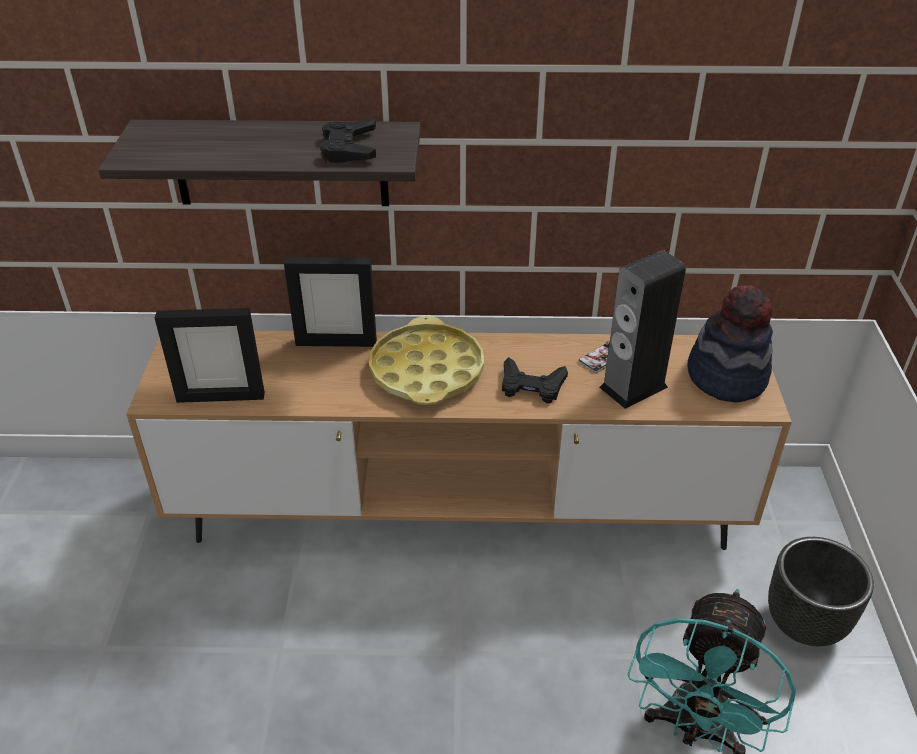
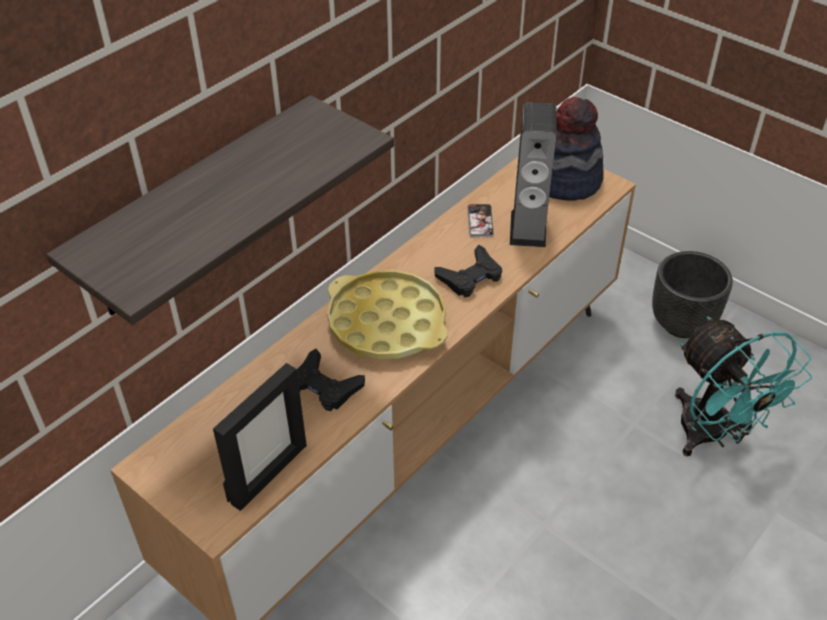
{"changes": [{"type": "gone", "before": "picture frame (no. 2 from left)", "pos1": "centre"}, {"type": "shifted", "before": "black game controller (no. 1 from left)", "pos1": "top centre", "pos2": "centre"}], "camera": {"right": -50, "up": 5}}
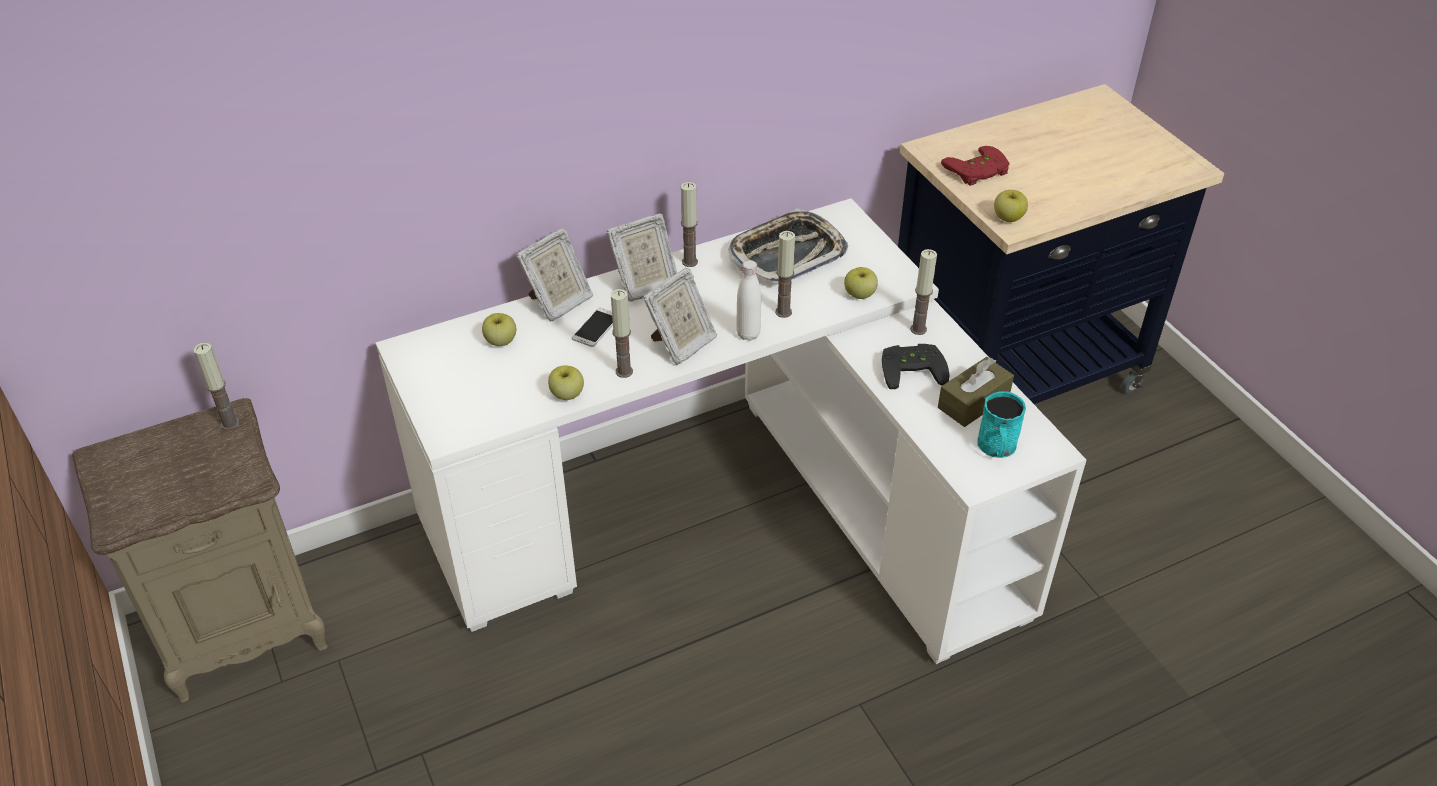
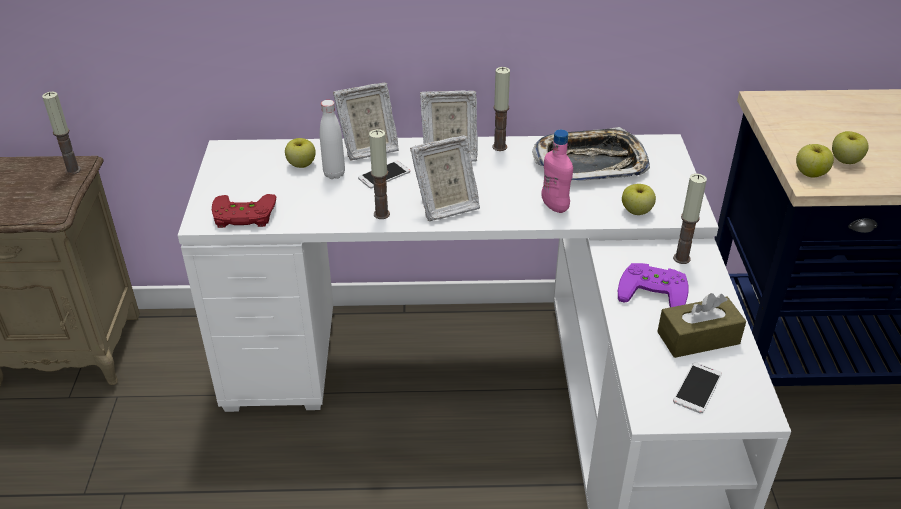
{"changes": [{"type": "shifted", "before": "apple (no. 2 from left in the first image)", "after": "apple (no. 4 from left)", "pos1": "centre", "pos2": "top right"}, {"type": "shifted", "before": "white bottle", "pos1": "centre", "pos2": "top centre"}, {"type": "shifted", "before": "red game controller", "pos1": "top right", "pos2": "middle left"}, {"type": "swapped", "before": "candle (no. 4 from left)", "after": "pink bottle", "pos1": "centre", "pos2": "centre"}, {"type": "swapped", "before": "turquoise mug", "after": "phone (no. 2 from left)", "pos1": "middle right", "pos2": "bottom right"}, {"type": "repainted", "before": "black game controller", "after": "purple game controller", "pos1": "centre", "pos2": "middle right"}], "camera": {"right": 25, "up": -5}}
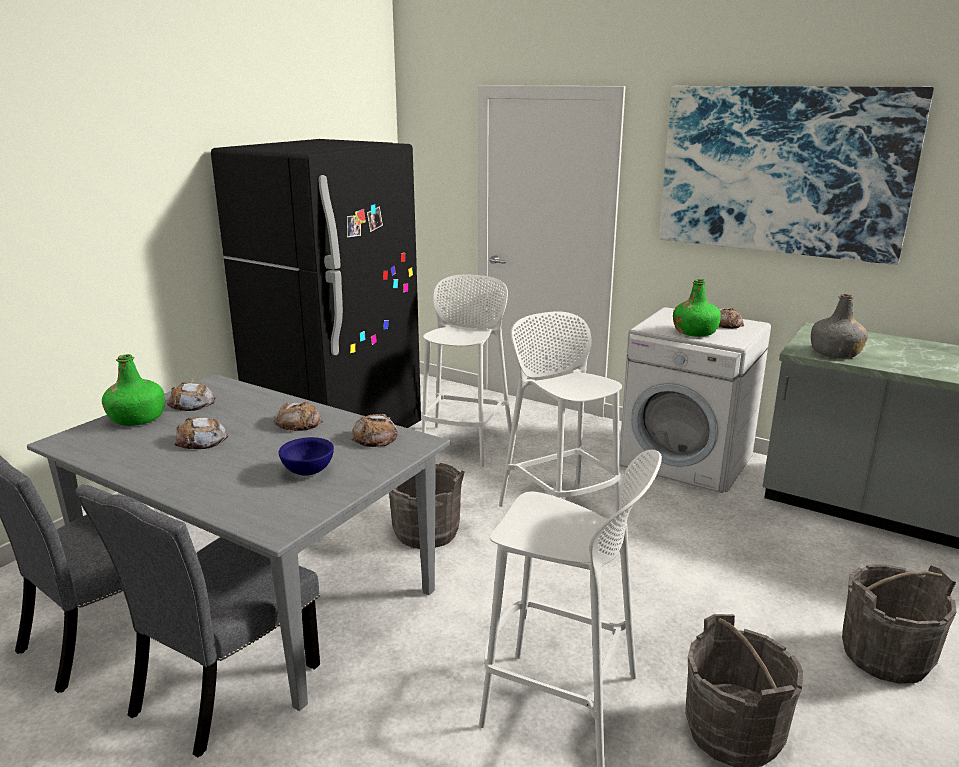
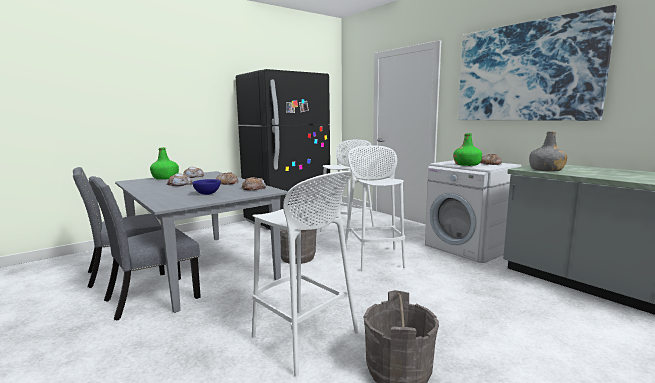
{"changes": [{"type": "gone", "before": "grey bucket (no. 3 from left)", "pos1": "bottom right"}], "camera": {"right": 20, "up": -10}}
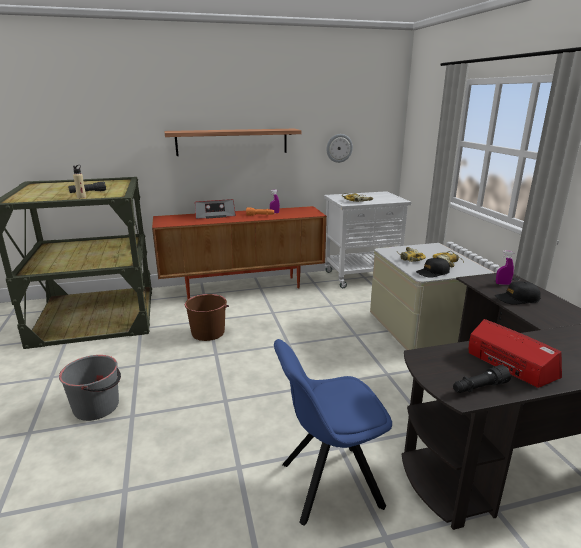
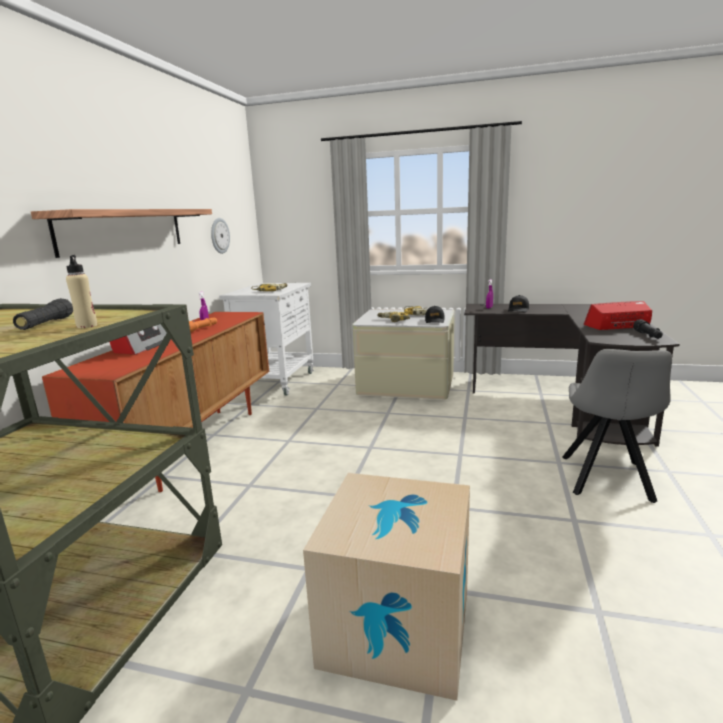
{"changes": [{"type": "gone", "before": "brown bucket", "pos1": "centre"}, {"type": "swapped", "before": "grey bucket", "after": "cardboard box", "pos1": "bottom left", "pos2": "bottom centre"}, {"type": "repainted", "before": "blue chair", "after": "grey chair", "pos1": "bottom centre", "pos2": "middle right"}], "camera": {"right": -60, "up": -5}}
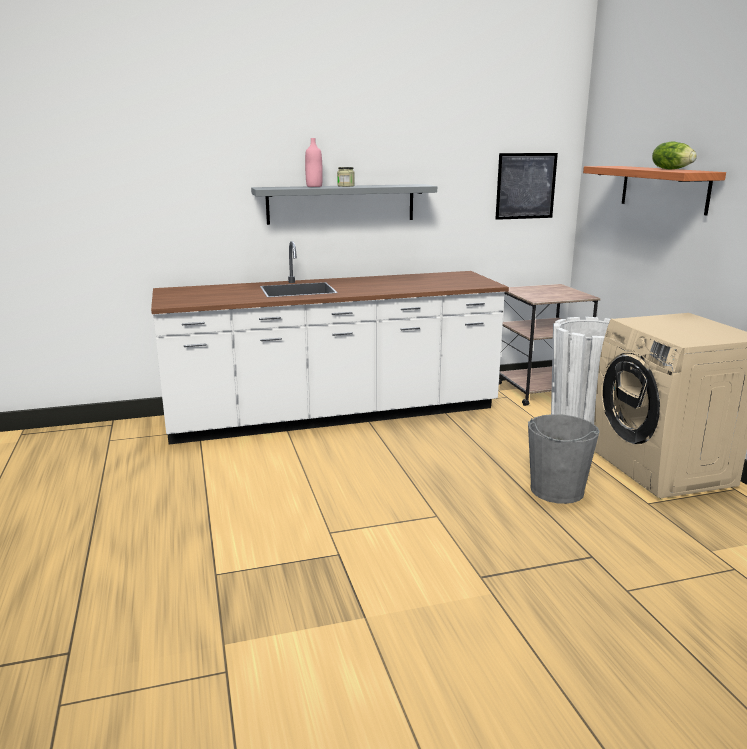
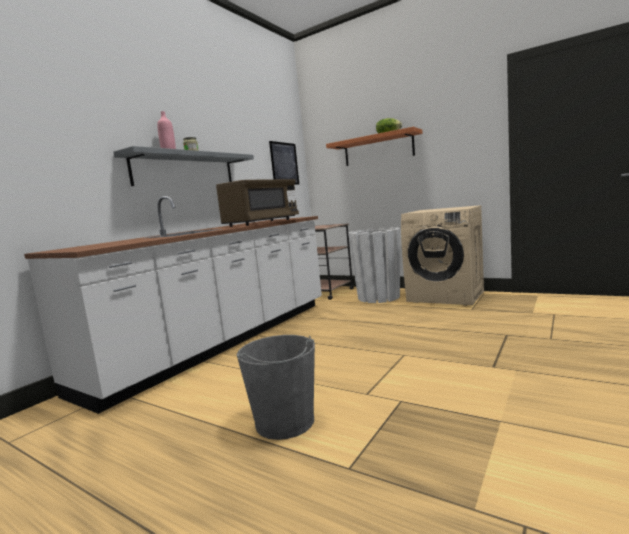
{"changes": [{"type": "new", "after": "brown microwave", "pos2": "centre"}, {"type": "shifted", "before": "grey bucket", "pos1": "middle right", "pos2": "bottom centre"}], "camera": {"right": -40, "up": -10}}
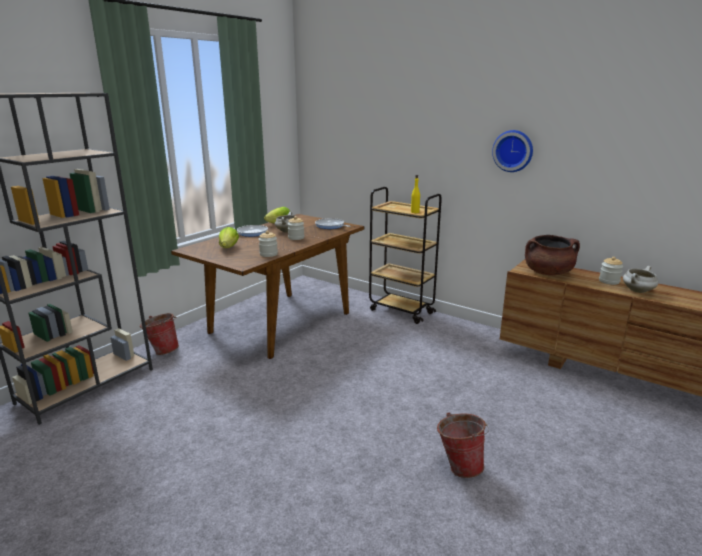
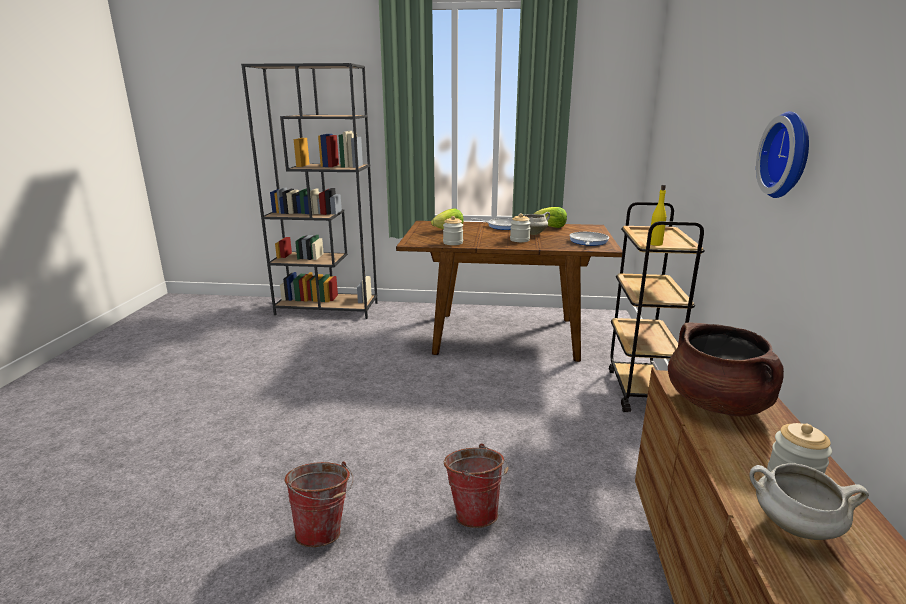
{"changes": [{"type": "shifted", "before": "bucket (no. 1 from left in the first image)", "after": "bucket (no. 2 from left)", "pos1": "middle left", "pos2": "bottom centre"}], "camera": {"right": 60, "up": 0}}
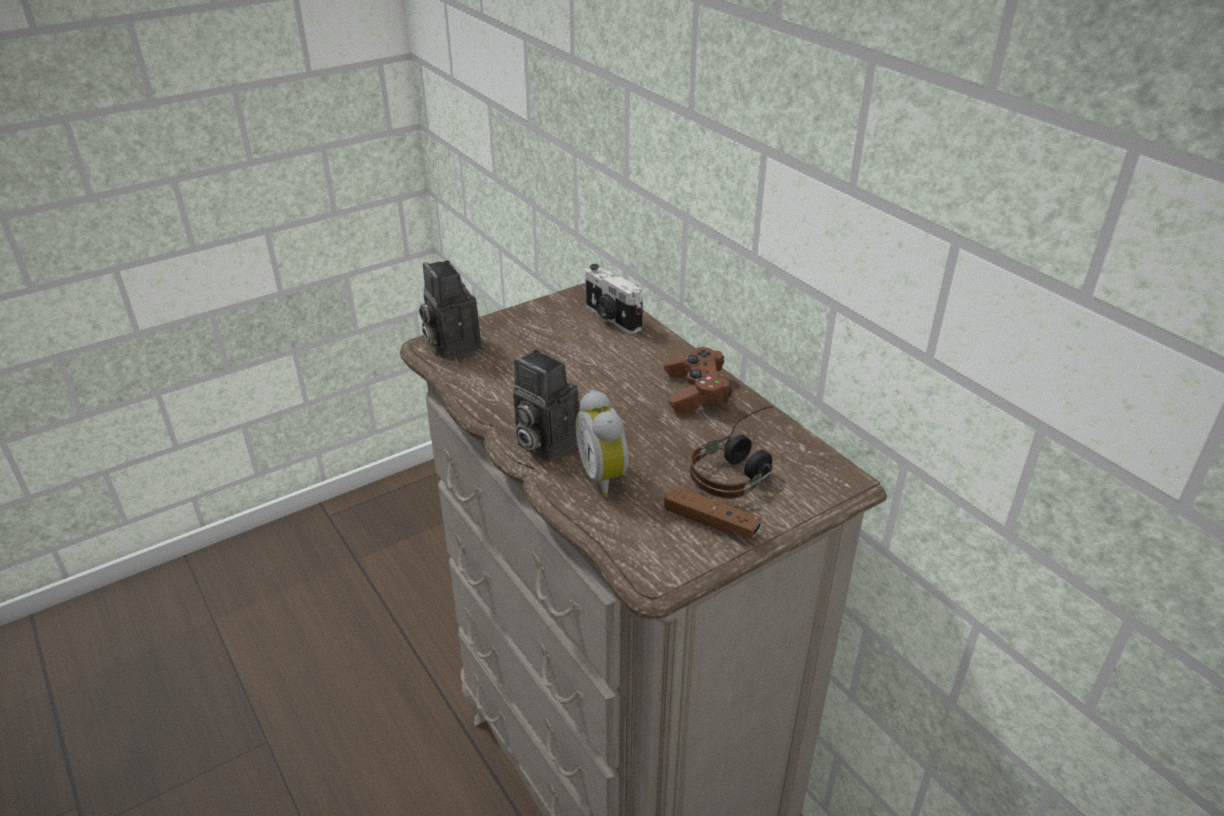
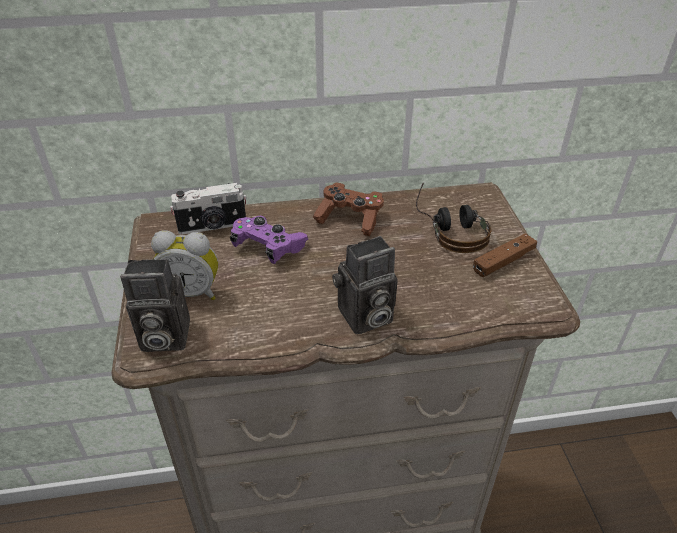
{"changes": [{"type": "new", "after": "purple game controller", "pos2": "centre"}, {"type": "shifted", "before": "alarm clock", "pos1": "centre", "pos2": "middle left"}], "camera": {"right": -65, "up": 5}}
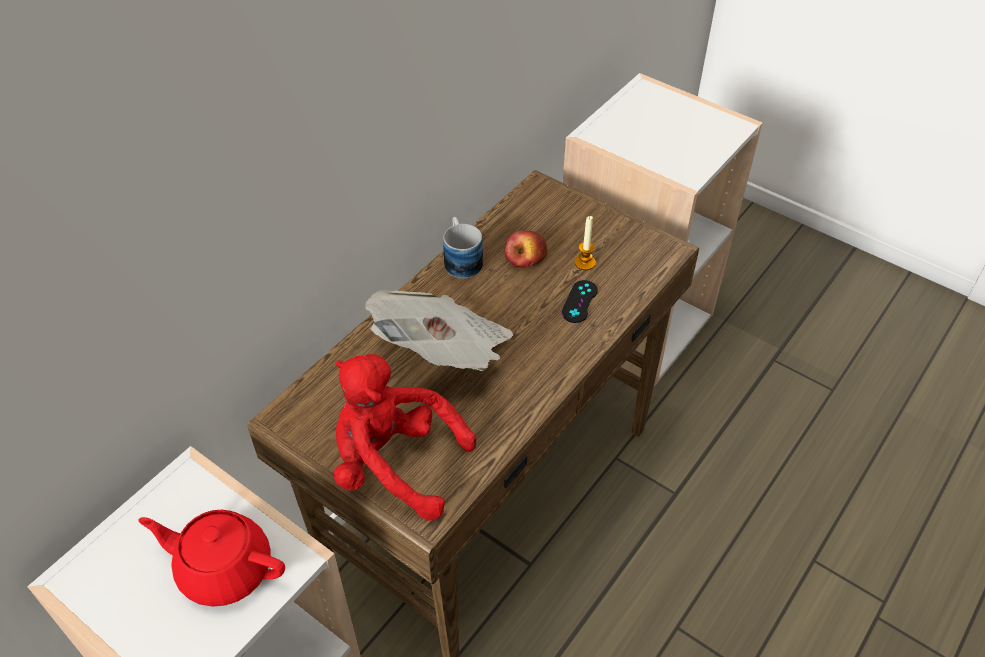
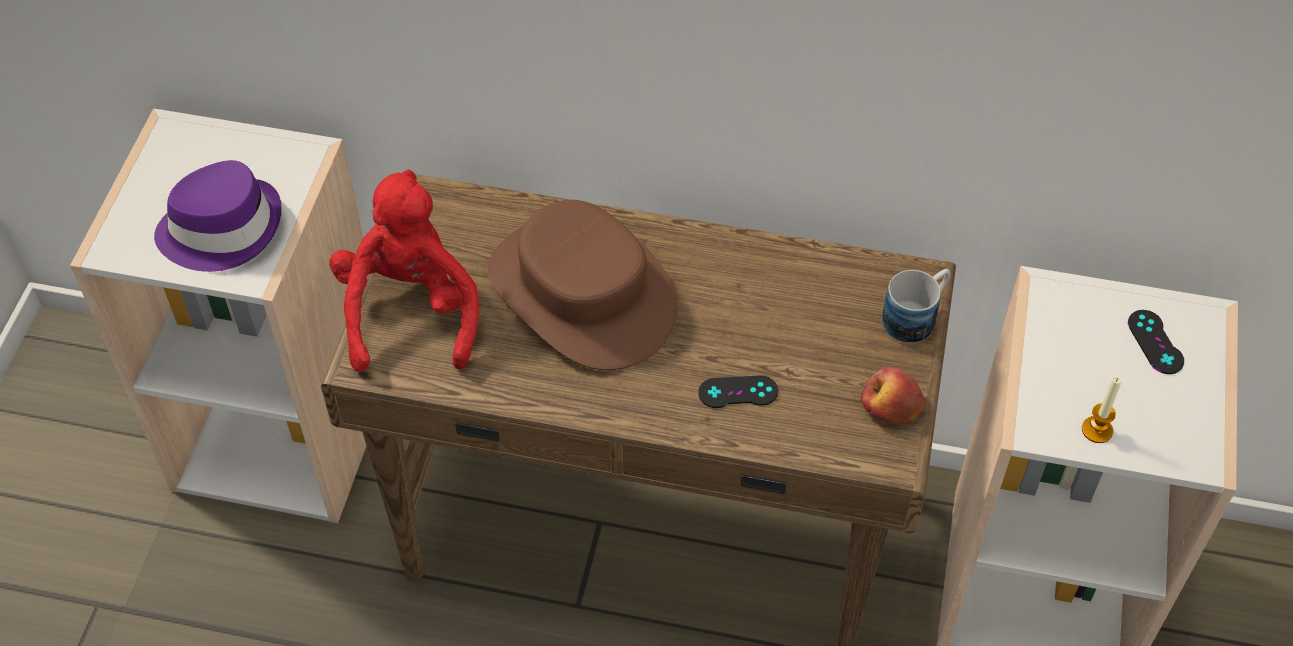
{"changes": [{"type": "new", "after": "black game controller (no. 2 from left)", "pos2": "middle right"}, {"type": "shifted", "before": "mug", "pos1": "centre", "pos2": "middle right"}, {"type": "shifted", "before": "apple", "pos1": "centre", "pos2": "middle right"}, {"type": "shifted", "before": "candle", "pos1": "centre", "pos2": "middle right"}, {"type": "swapped", "before": "red teapot", "after": "purple hat", "pos1": "bottom left", "pos2": "middle left"}, {"type": "swapped", "before": "newspaper", "after": "brown hat", "pos1": "centre", "pos2": "centre"}], "camera": {"right": 65, "up": 5}}
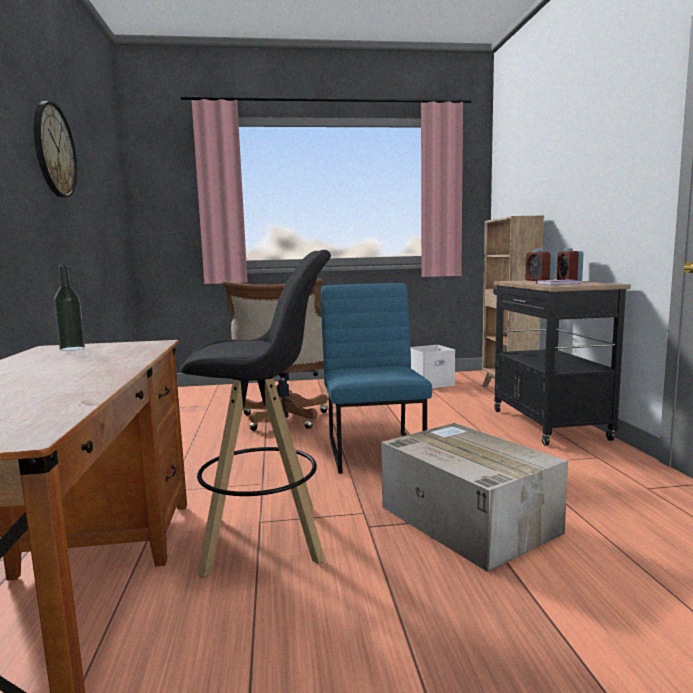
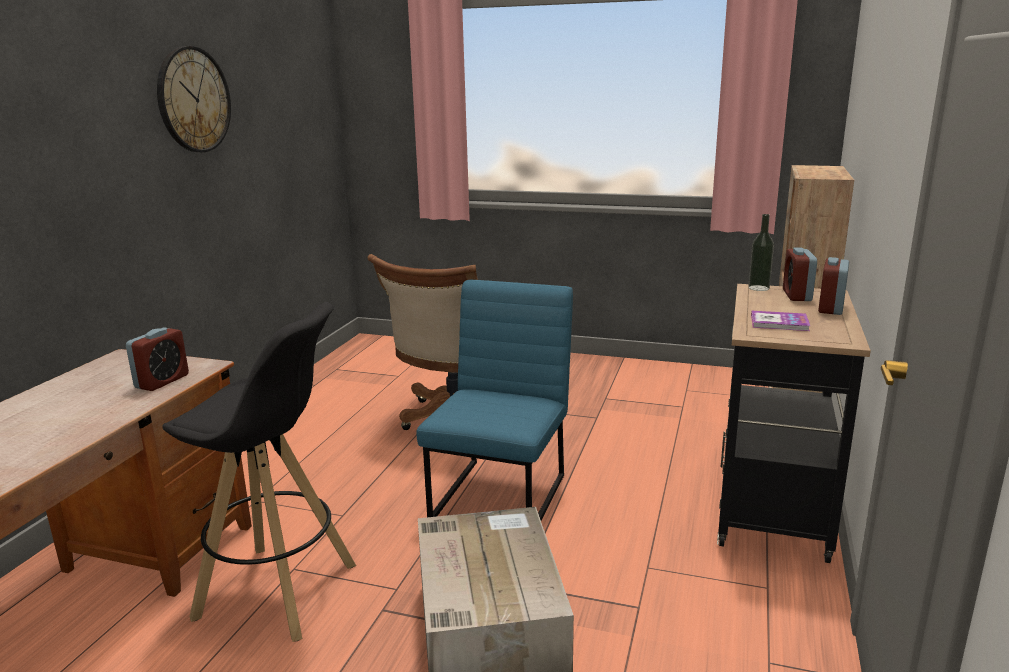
{"changes": [{"type": "gone", "before": "white storage box", "pos1": "centre"}, {"type": "new", "after": "alarm clock (no. 1 from left)", "pos2": "middle left"}, {"type": "shifted", "before": "bottle", "pos1": "middle left", "pos2": "middle right"}], "camera": {"right": 25, "up": 10}}
